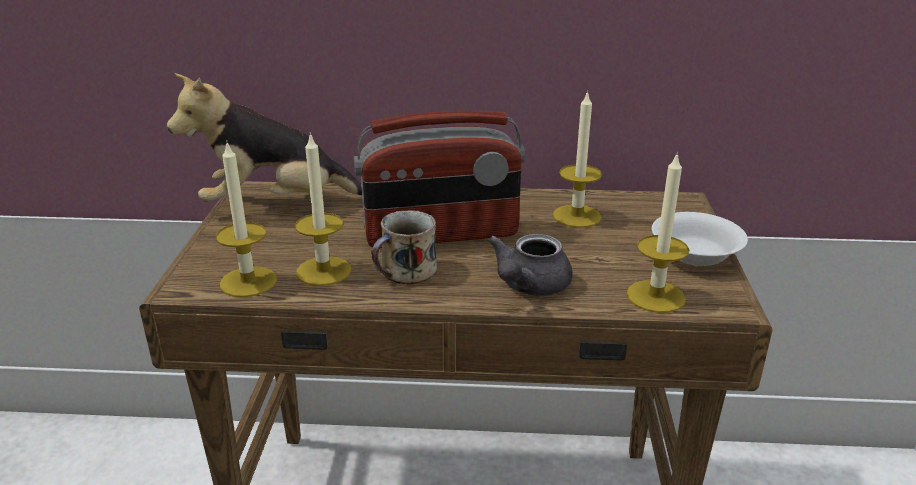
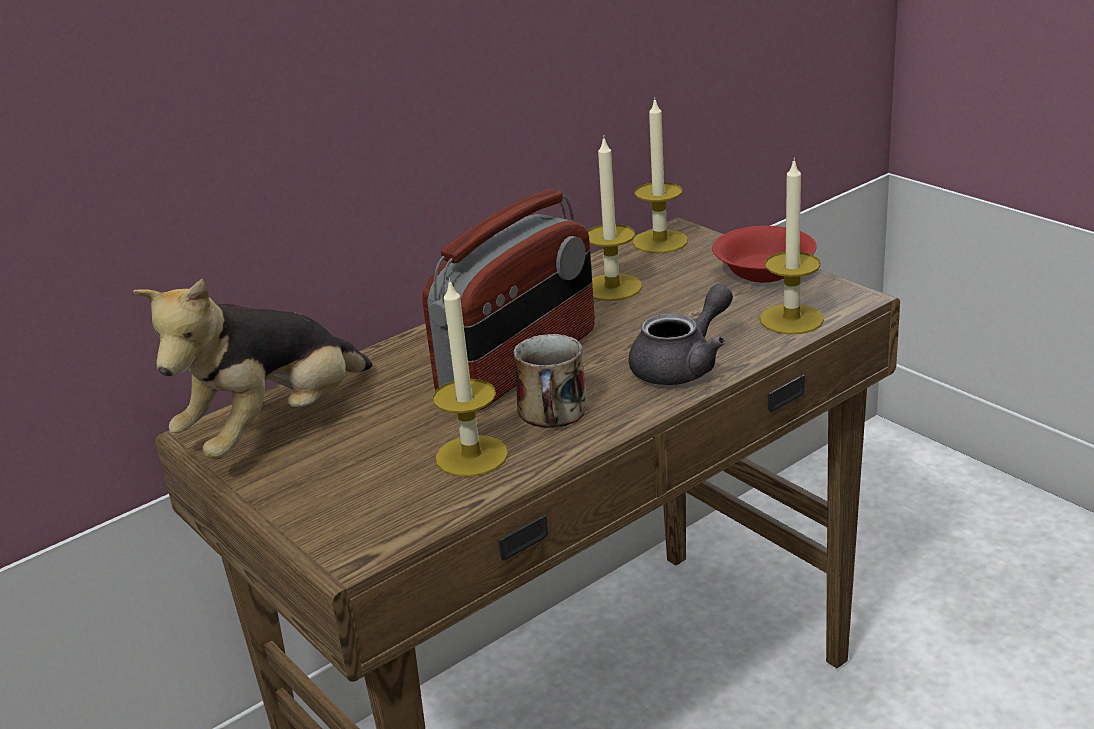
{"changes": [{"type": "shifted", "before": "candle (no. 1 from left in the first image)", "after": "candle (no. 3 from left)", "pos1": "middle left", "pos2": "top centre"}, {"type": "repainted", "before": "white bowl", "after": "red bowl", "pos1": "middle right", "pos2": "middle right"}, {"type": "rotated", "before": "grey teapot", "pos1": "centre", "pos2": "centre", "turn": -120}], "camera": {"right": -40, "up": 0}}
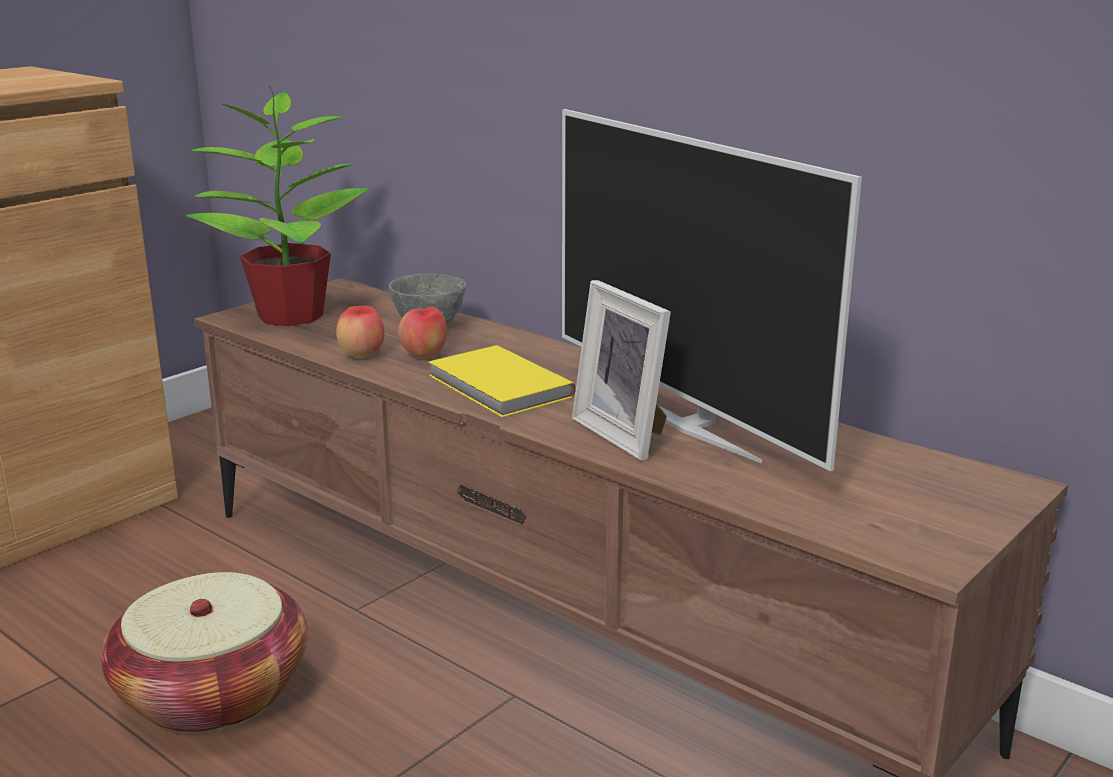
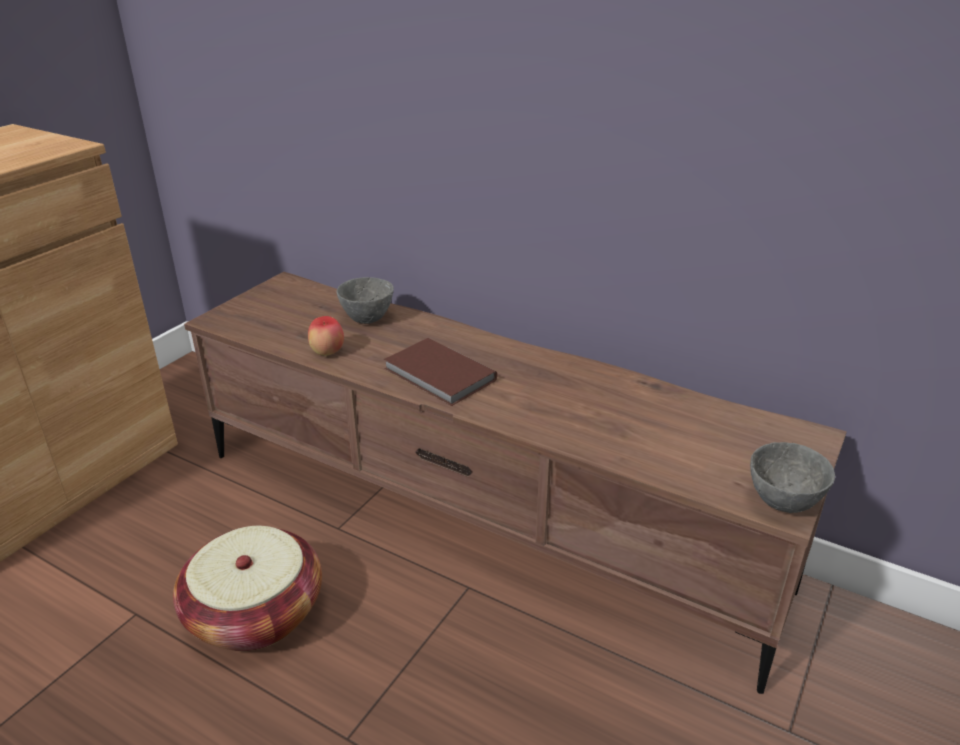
{"changes": [{"type": "gone", "before": "potted plant", "pos1": "top left"}, {"type": "gone", "before": "apple (no. 2 from left)", "pos1": "centre"}, {"type": "gone", "before": "television", "pos1": "centre"}, {"type": "gone", "before": "picture frame", "pos1": "centre"}, {"type": "new", "after": "grey bowl (no. 2 from left)", "pos2": "middle right"}, {"type": "repainted", "before": "yellow book", "after": "brown book", "pos1": "centre", "pos2": "centre"}], "camera": {"right": -10, "up": 10}}
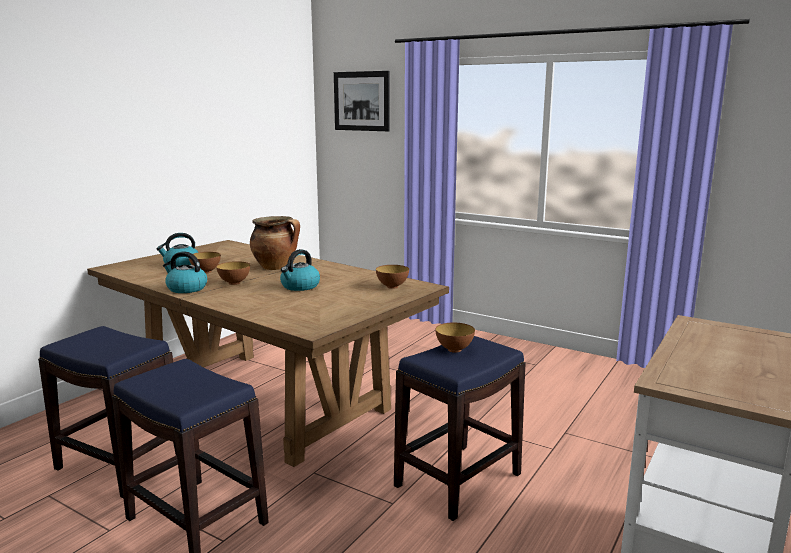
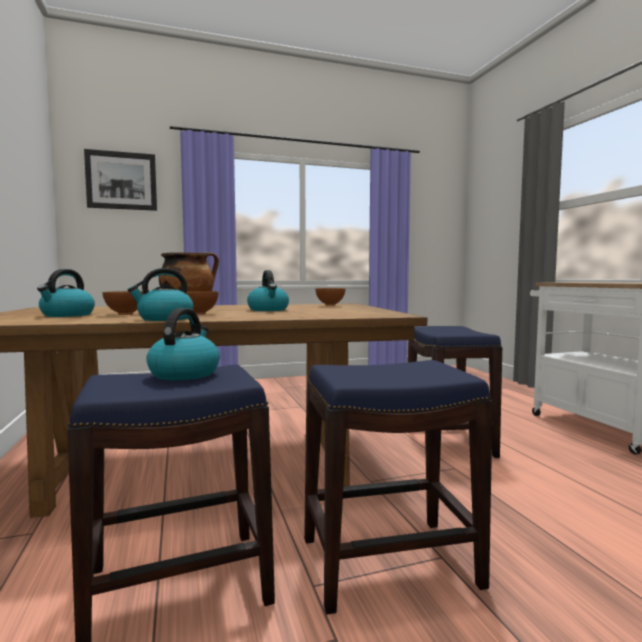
{"changes": [{"type": "gone", "before": "bowl (no. 4 from left)", "pos1": "centre"}, {"type": "new", "after": "kettle (no. 3 from left)", "pos2": "middle left"}], "camera": {"right": -50, "up": -10}}
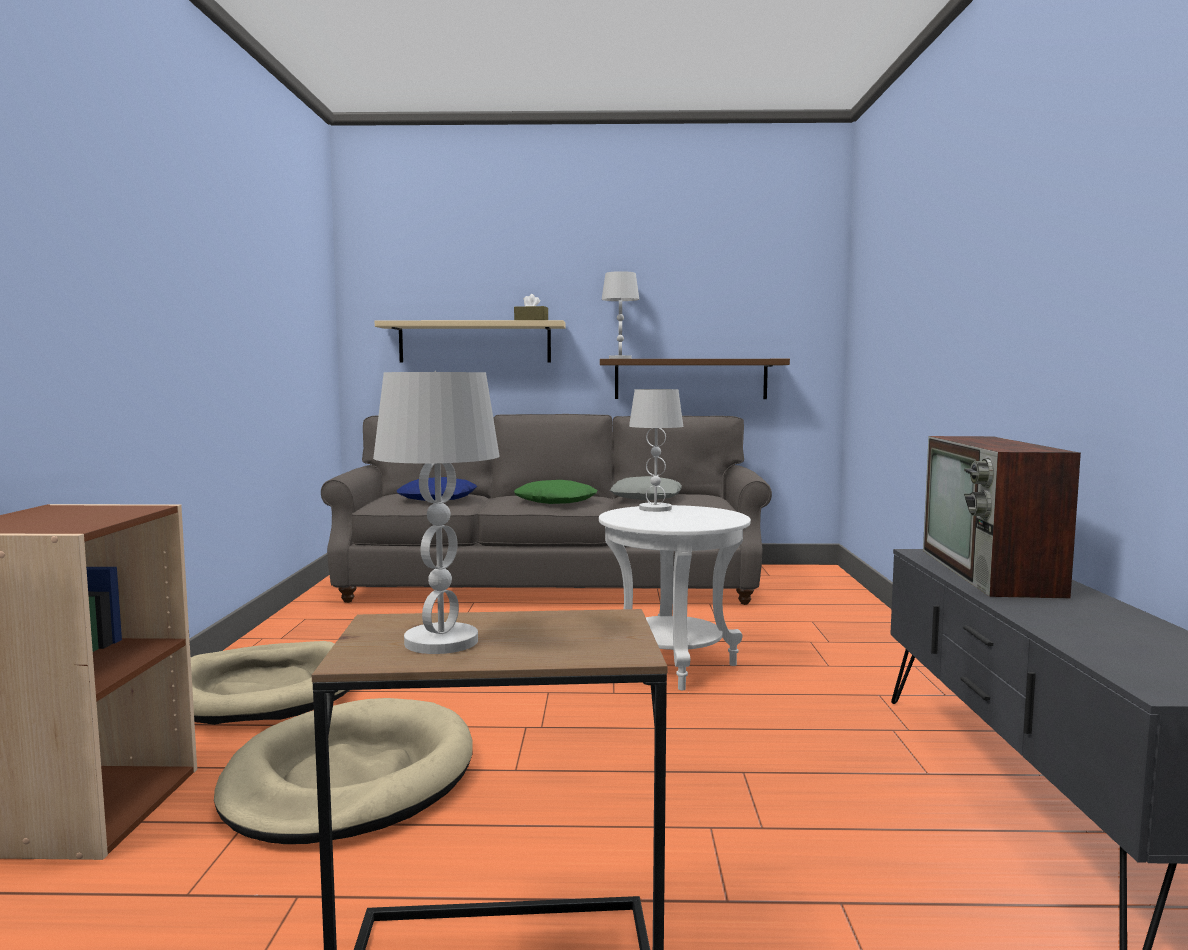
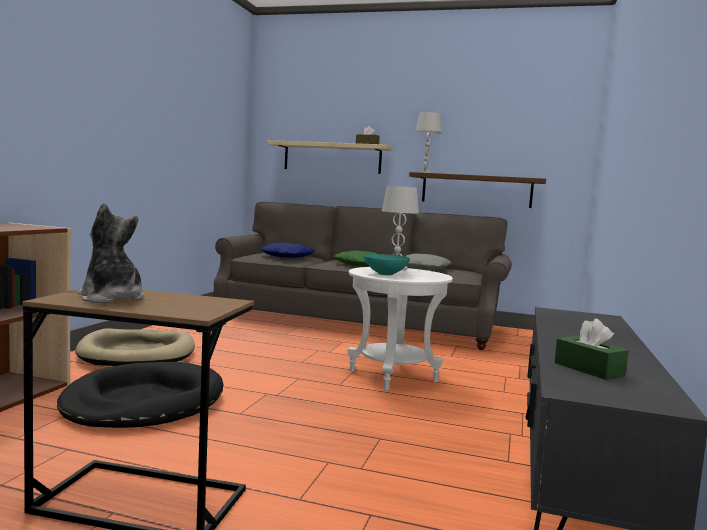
{"changes": [{"type": "gone", "before": "television", "pos1": "middle right"}, {"type": "new", "after": "turquoise bowl", "pos2": "centre"}, {"type": "new", "after": "green tissue box", "pos2": "middle right"}, {"type": "swapped", "before": "white table lamp (no. 1 from left)", "after": "plush toy", "pos1": "centre", "pos2": "middle left"}, {"type": "repainted", "before": "beige dog bed (no. 2 from left)", "after": "black dog bed", "pos1": "bottom left", "pos2": "bottom left"}], "camera": {"right": 15, "up": 0}}
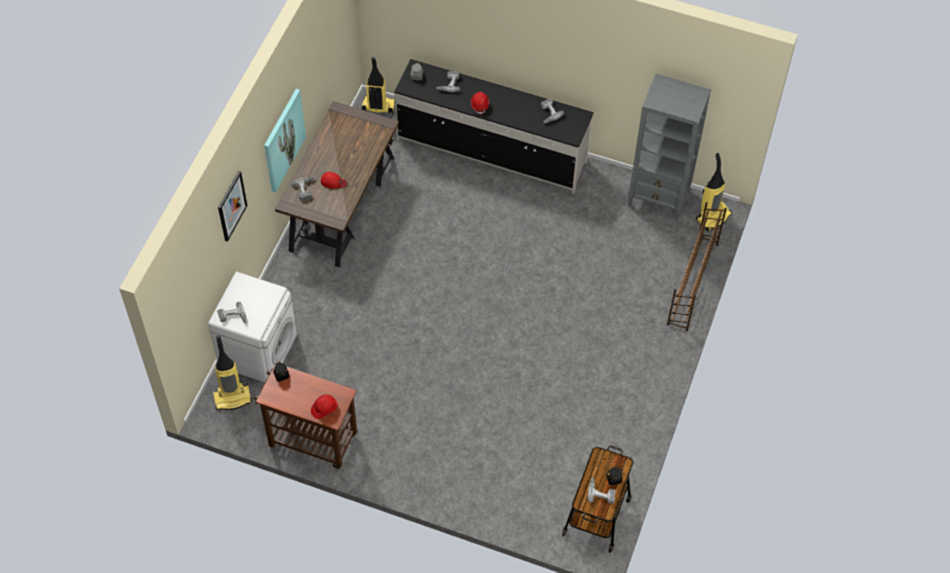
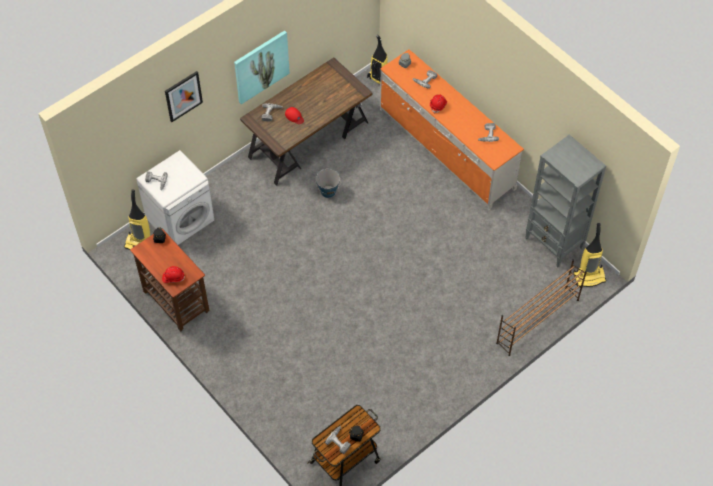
{"changes": [{"type": "new", "after": "bucket", "pos2": "centre"}, {"type": "repainted", "before": "black cabinet", "after": "orange cabinet", "pos1": "top centre", "pos2": "top centre"}], "camera": {"right": 30, "up": 0}}
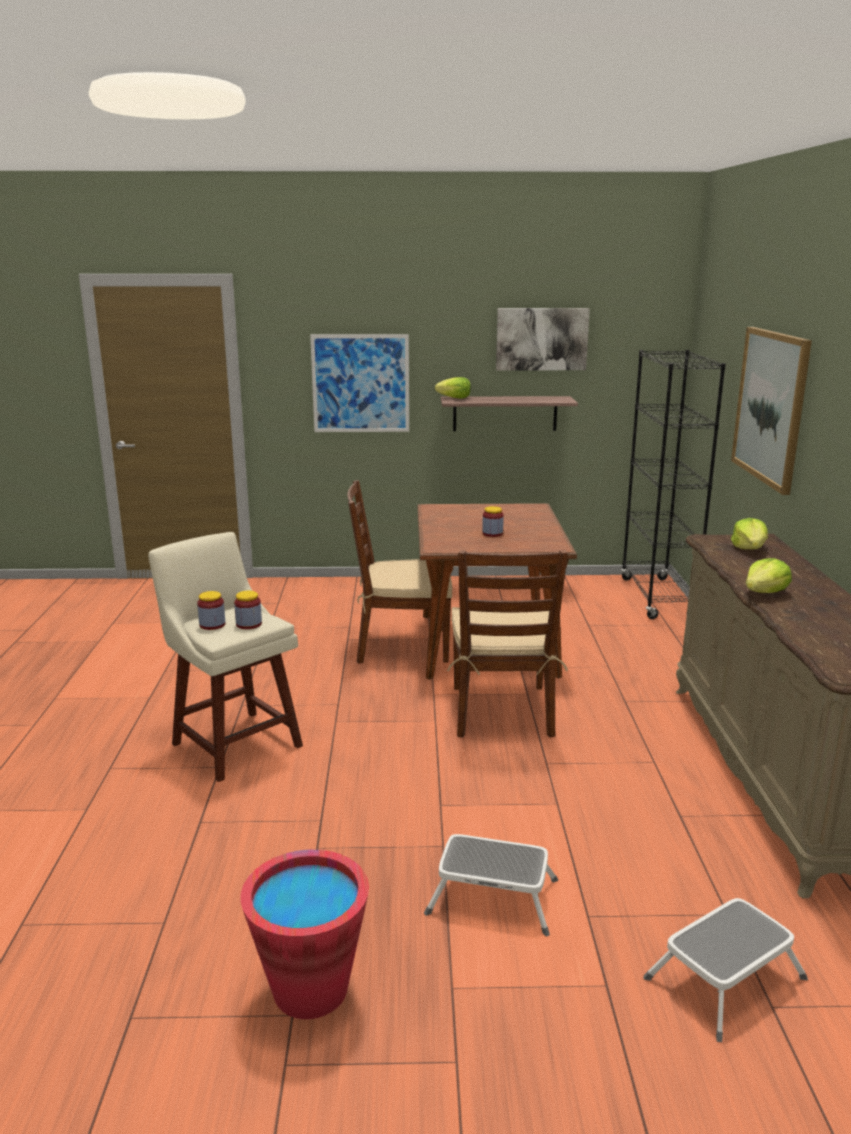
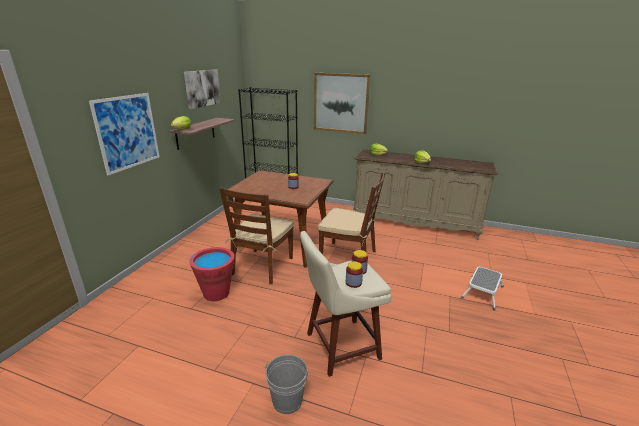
{"changes": [{"type": "gone", "before": "grey step ladder (no. 2 from left)", "pos1": "bottom right"}, {"type": "new", "after": "grey bucket", "pos2": "bottom centre"}, {"type": "shifted", "before": "red bucket", "pos1": "bottom centre", "pos2": "middle left"}], "camera": {"right": -70, "up": 5}}
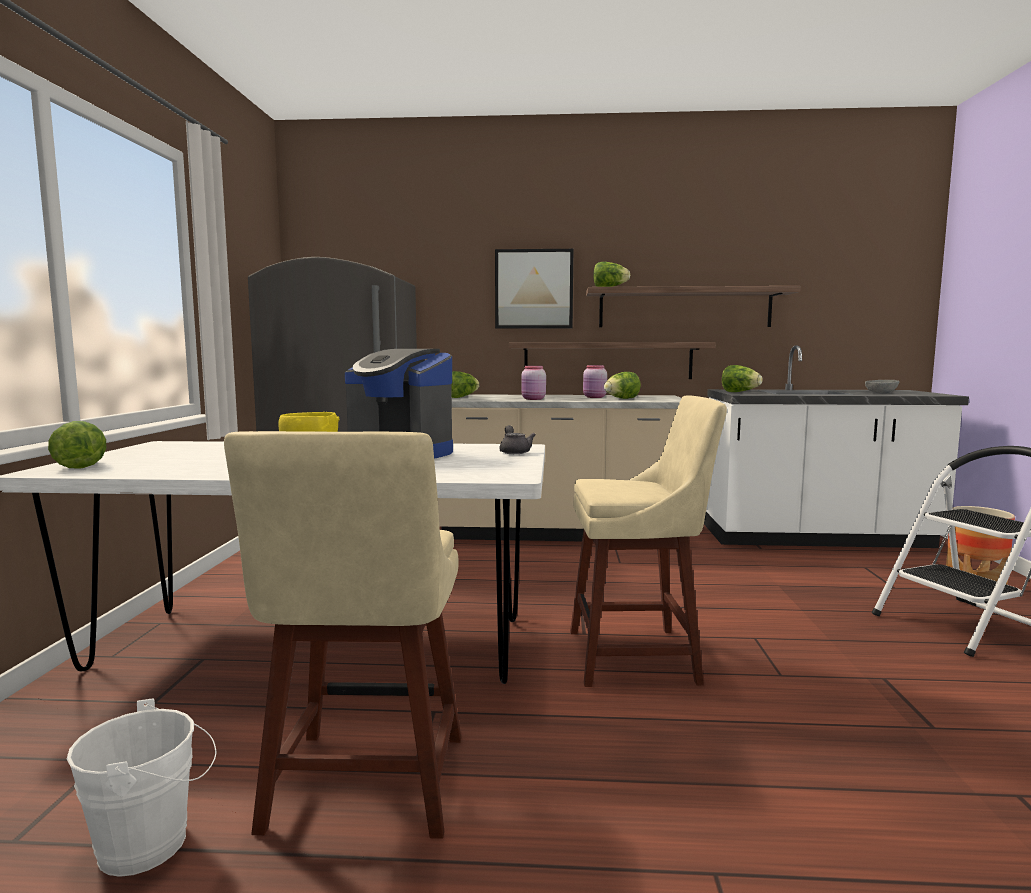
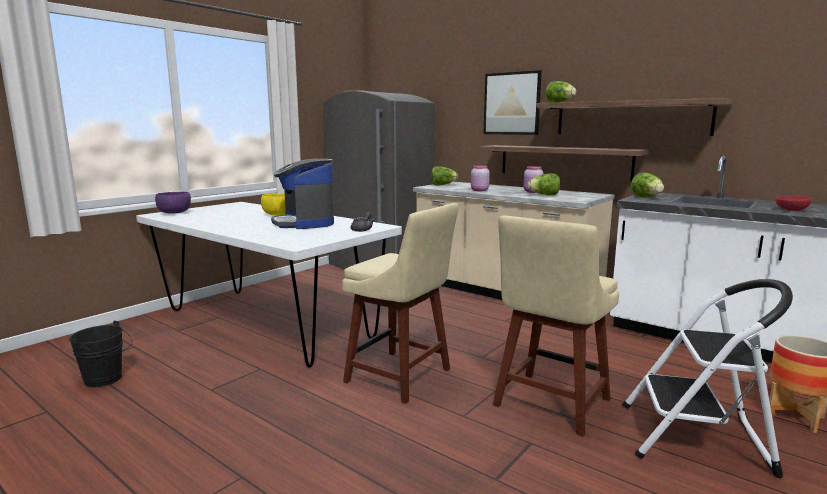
{"changes": [{"type": "shifted", "before": "beige chair (no. 1 from left in the first image)", "after": "beige chair (no. 2 from left)", "pos1": "bottom left", "pos2": "middle right"}, {"type": "swapped", "before": "lettuce (no. 1 from left)", "after": "purple bowl", "pos1": "middle left", "pos2": "middle left"}, {"type": "repainted", "before": "white bucket", "after": "black bucket", "pos1": "bottom left", "pos2": "bottom left"}, {"type": "repainted", "before": "grey bowl", "after": "red bowl", "pos1": "middle right", "pos2": "middle right"}], "camera": {"right": 35, "up": 5}}
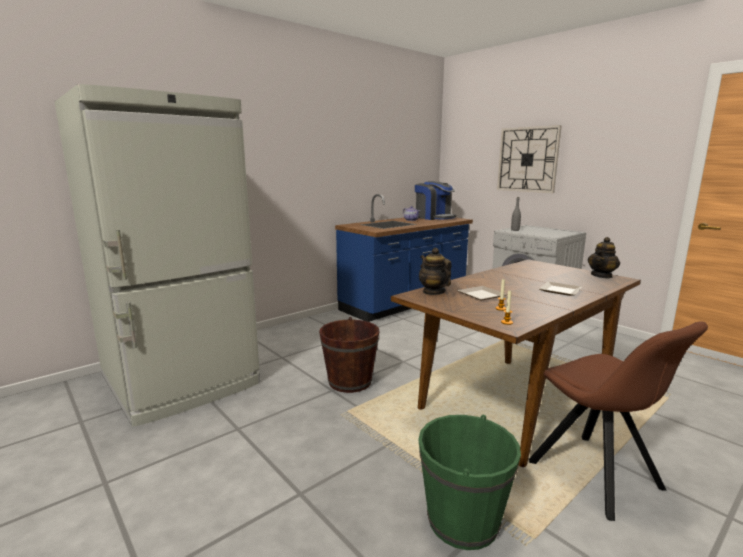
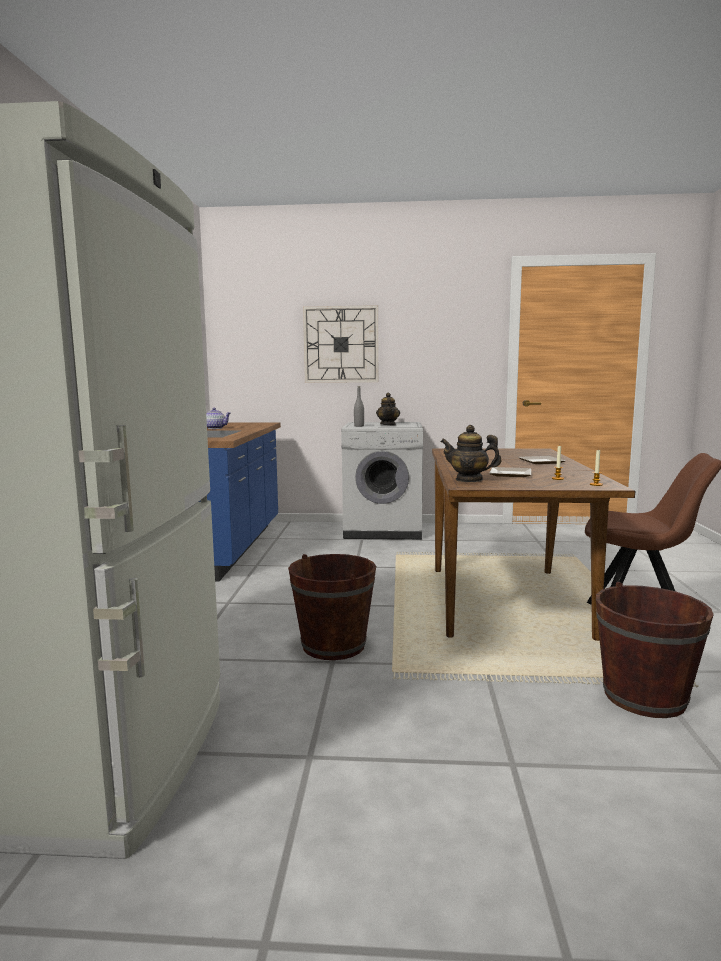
{"changes": [{"type": "gone", "before": "coffee machine", "pos1": "centre"}, {"type": "shifted", "before": "teapot (no. 3 from left in the first image)", "after": "teapot (no. 2 from left)", "pos1": "middle right", "pos2": "centre"}, {"type": "repainted", "before": "green bucket", "after": "brown bucket (no. 2 from left)", "pos1": "bottom centre", "pos2": "bottom right"}], "camera": {"right": -45, "up": -5}}
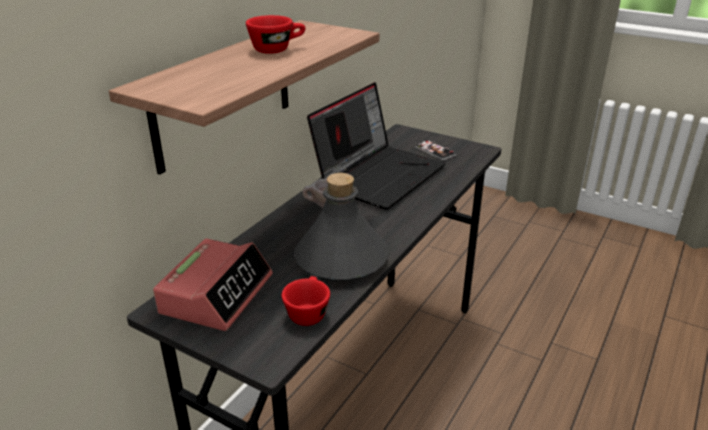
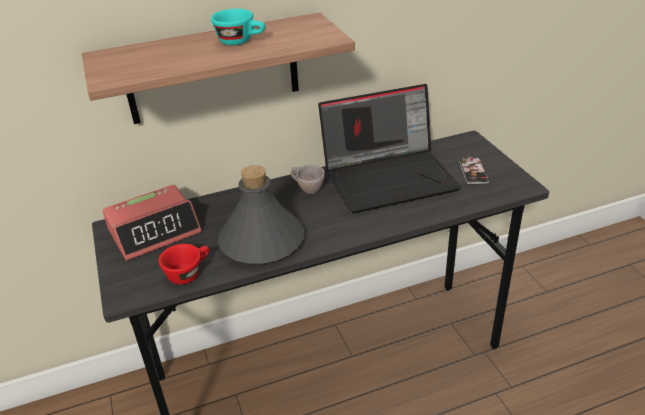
{"changes": [{"type": "repainted", "before": "red cup (no. 1 from left)", "after": "turquoise cup", "pos1": "top centre", "pos2": "top centre"}], "camera": {"right": 40, "up": 5}}
